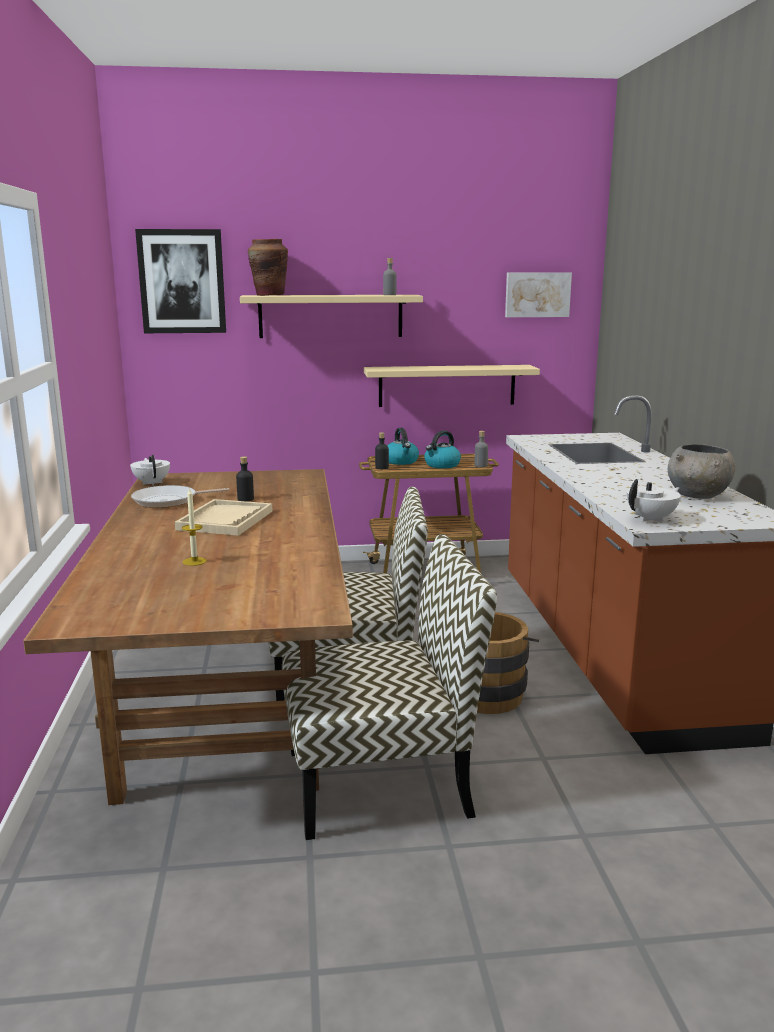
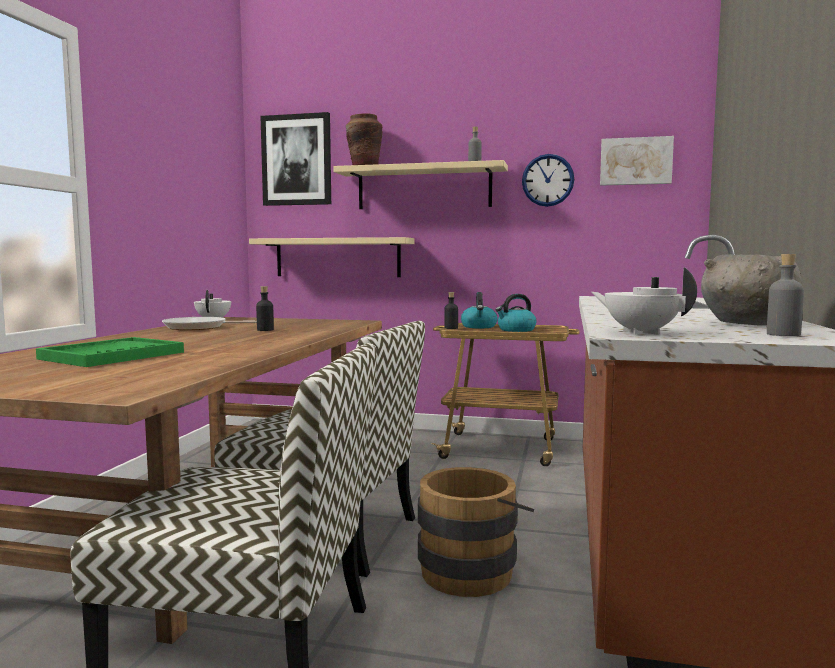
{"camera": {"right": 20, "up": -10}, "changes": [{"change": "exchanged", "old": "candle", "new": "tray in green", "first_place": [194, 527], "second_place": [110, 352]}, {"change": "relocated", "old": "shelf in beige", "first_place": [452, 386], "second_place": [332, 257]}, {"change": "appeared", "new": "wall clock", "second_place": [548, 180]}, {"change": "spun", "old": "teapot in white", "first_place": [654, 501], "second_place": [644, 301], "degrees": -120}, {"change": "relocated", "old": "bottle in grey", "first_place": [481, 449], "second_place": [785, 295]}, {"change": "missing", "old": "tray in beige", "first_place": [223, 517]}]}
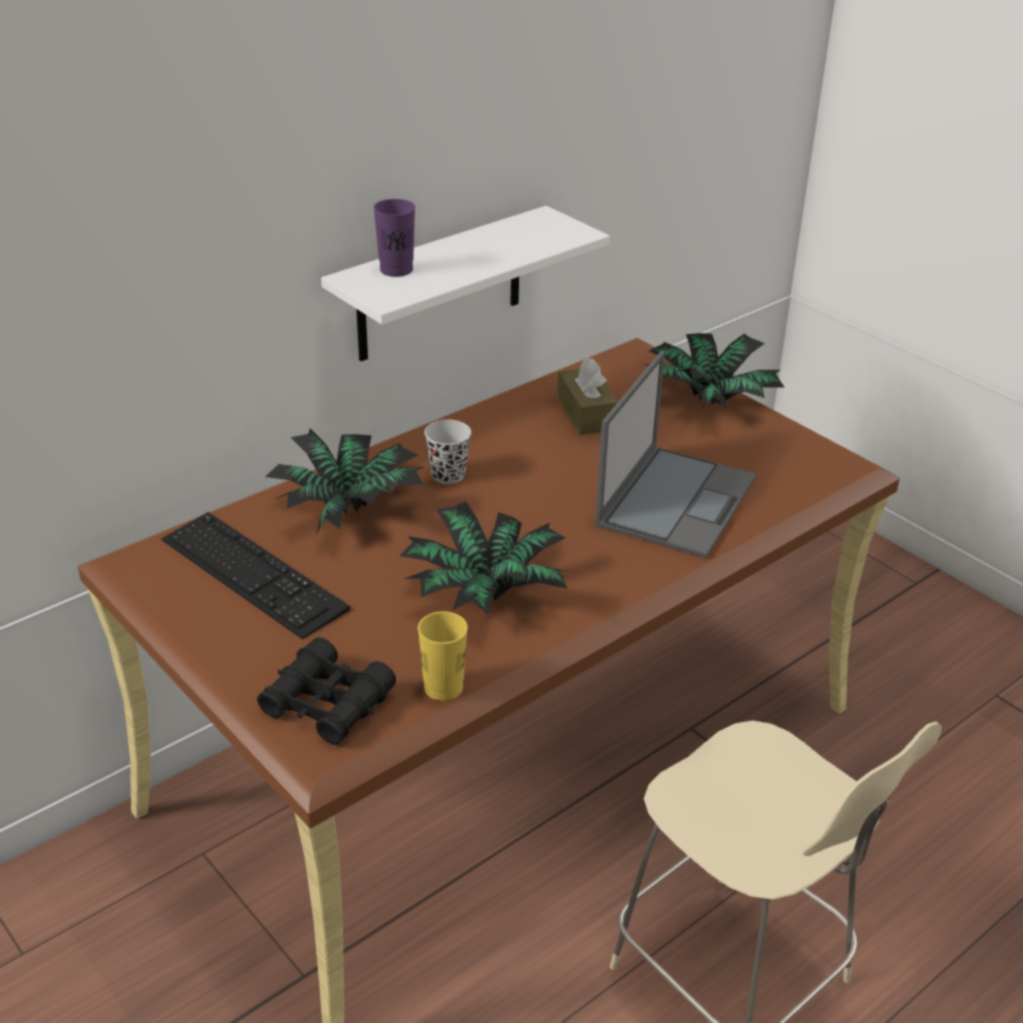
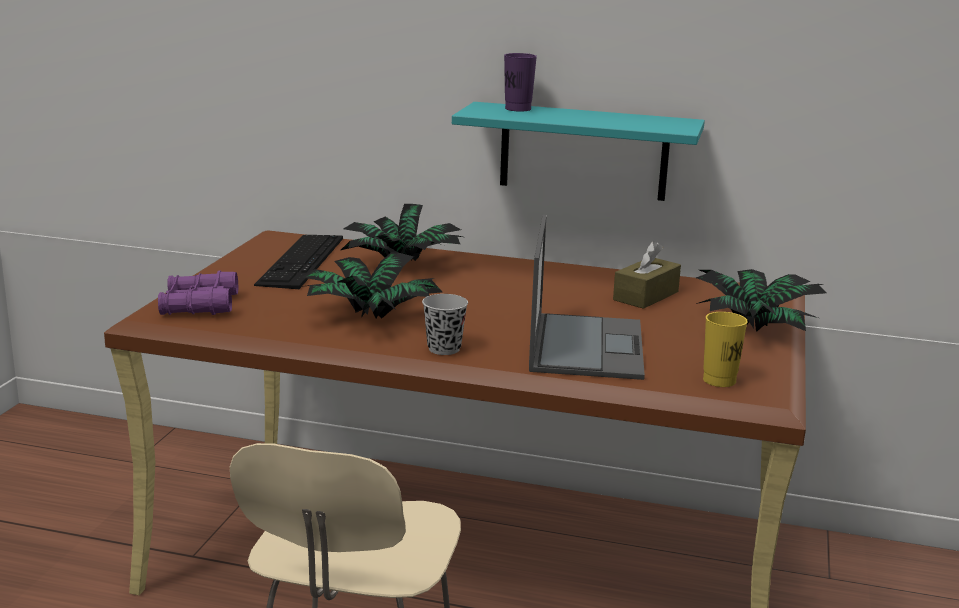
{"camera": {"right": 55, "up": -15}, "changes": [{"change": "colour", "old": "binoculars in black", "new": "binoculars in purple", "first_place": [326, 691], "second_place": [198, 293]}, {"change": "relocated", "old": "cup in black", "first_place": [447, 452], "second_place": [445, 324]}, {"change": "colour", "old": "shelf in white", "new": "shelf in turquoise", "first_place": [465, 283], "second_place": [578, 151]}, {"change": "spun", "old": "laptop", "first_place": [675, 454], "second_place": [587, 297], "degrees": -75}, {"change": "relocated", "old": "cup in yellow", "first_place": [443, 656], "second_place": [725, 349]}]}
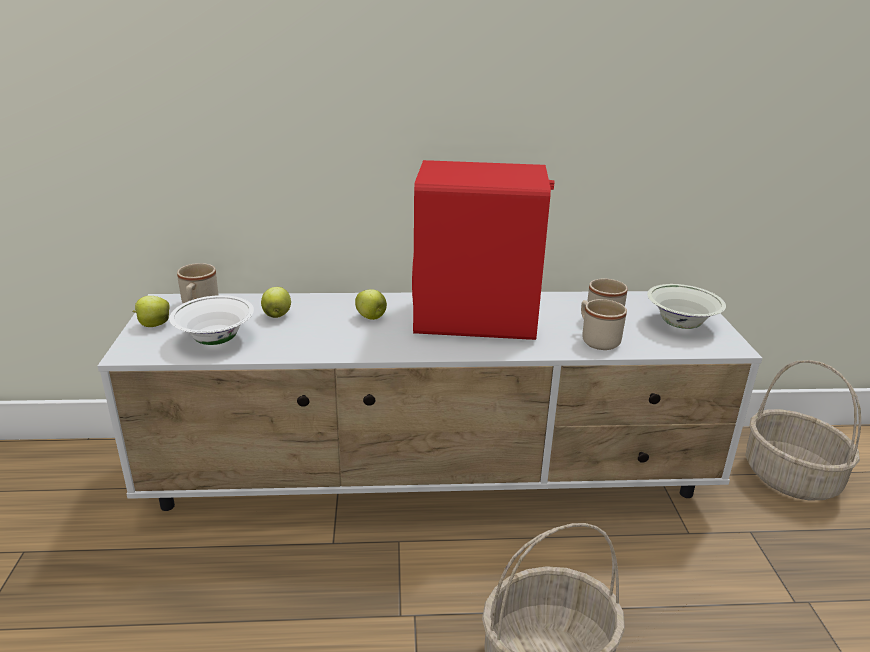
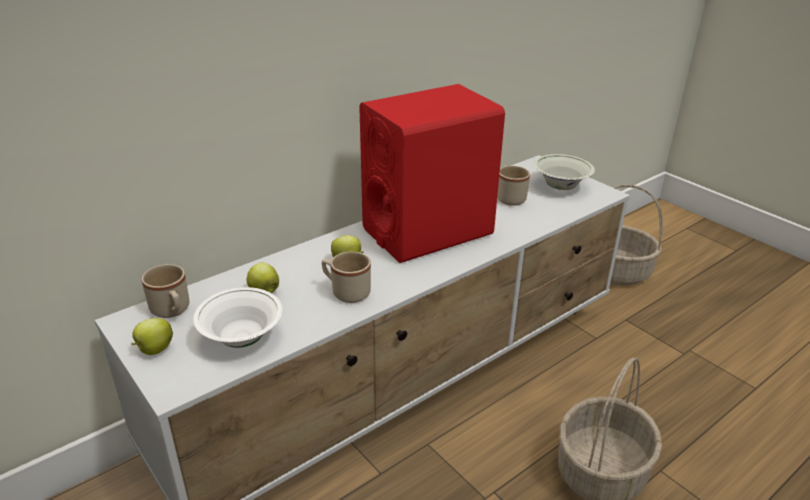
{"camera": {"right": -35, "up": 5}, "changes": [{"change": "relocated", "old": "mug in beige", "first_place": [604, 324], "second_place": [346, 277]}]}
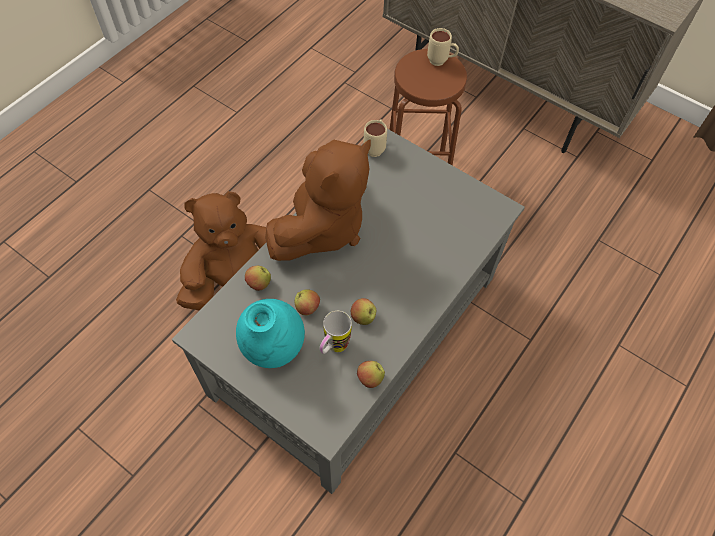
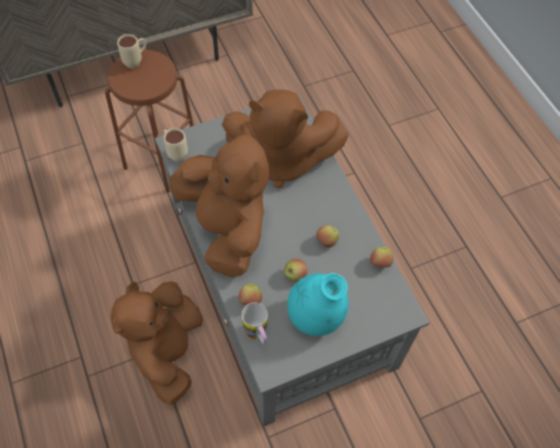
{"camera": {"right": -60, "up": 0}, "changes": [{"change": "appeared", "new": "plush toy in brown", "second_place": [285, 138]}, {"change": "relocated", "old": "mug", "first_place": [335, 332], "second_place": [255, 323]}]}
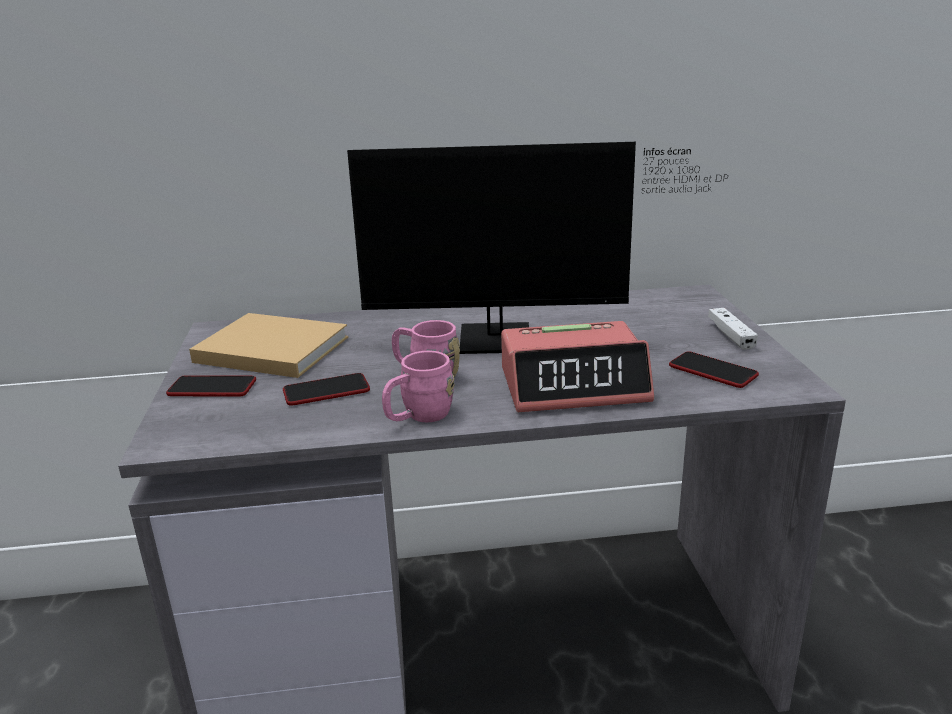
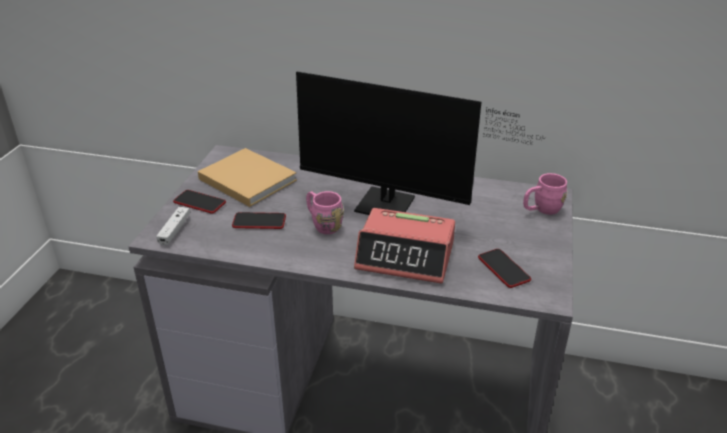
{"camera": {"right": 20, "up": 10}, "changes": [{"change": "relocated", "old": "game controller in white", "first_place": [733, 329], "second_place": [173, 226]}, {"change": "relocated", "old": "mug in pink", "first_place": [418, 386], "second_place": [545, 194]}]}
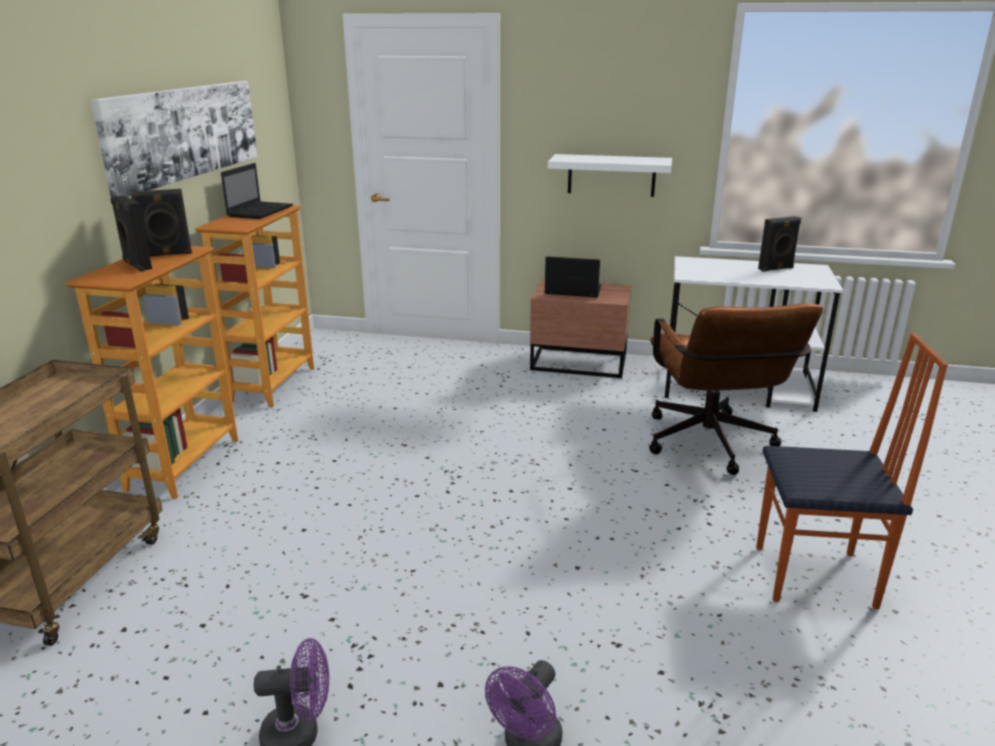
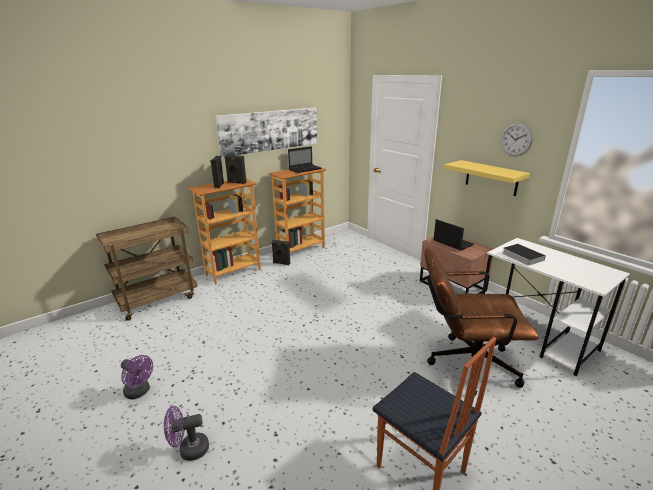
{"camera": {"right": 40, "up": 0}, "changes": [{"change": "relocated", "old": "speaker in black", "first_place": [779, 244], "second_place": [280, 252]}, {"change": "spun", "old": "office chair in brown", "first_place": [736, 389], "second_place": [482, 322], "degrees": 60}, {"change": "colour", "old": "shelf in white", "new": "shelf in yellow", "first_place": [610, 175], "second_place": [487, 178]}, {"change": "appeared", "new": "wall clock", "second_place": [516, 139]}, {"change": "appeared", "new": "book", "second_place": [524, 255]}]}
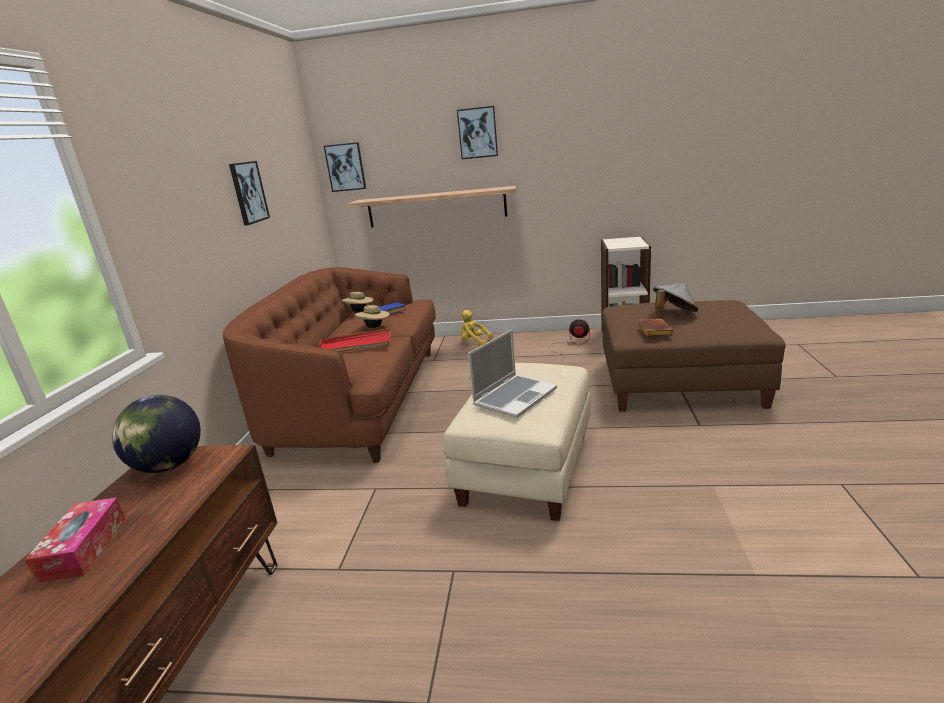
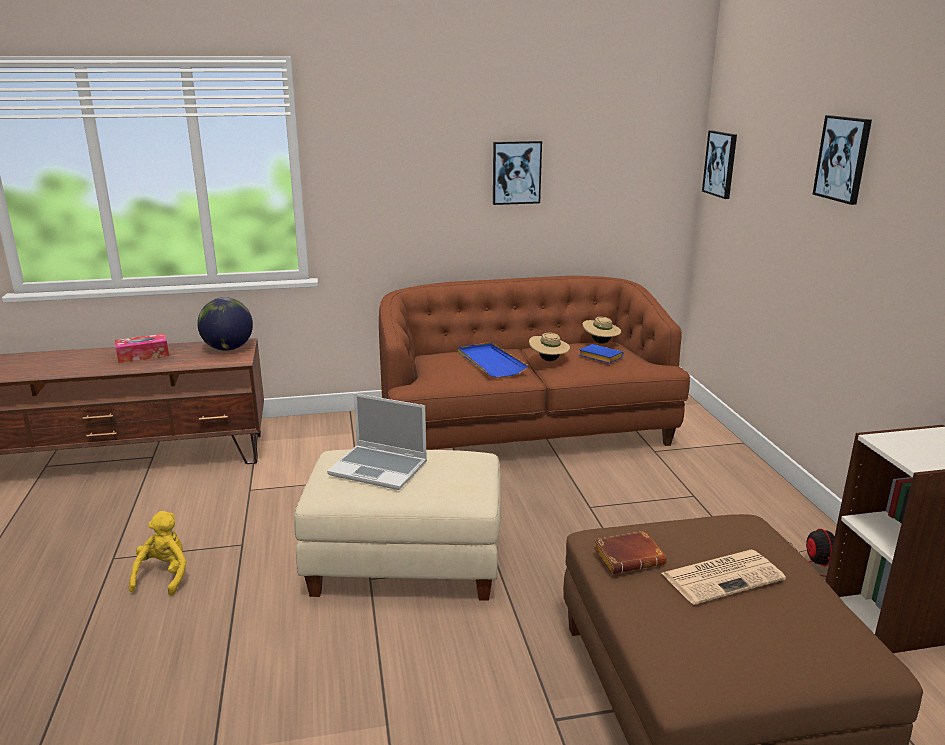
{"camera": {"right": 70, "up": 0}, "changes": [{"change": "relocated", "old": "plush toy in yellow", "first_place": [477, 328], "second_place": [158, 553]}, {"change": "colour", "old": "tray in red", "new": "tray in blue", "first_place": [354, 340], "second_place": [493, 360]}, {"change": "exchanged", "old": "hat in grey", "new": "newspaper", "first_place": [675, 297], "second_place": [724, 577]}, {"change": "missing", "old": "shelf", "first_place": [432, 207]}]}
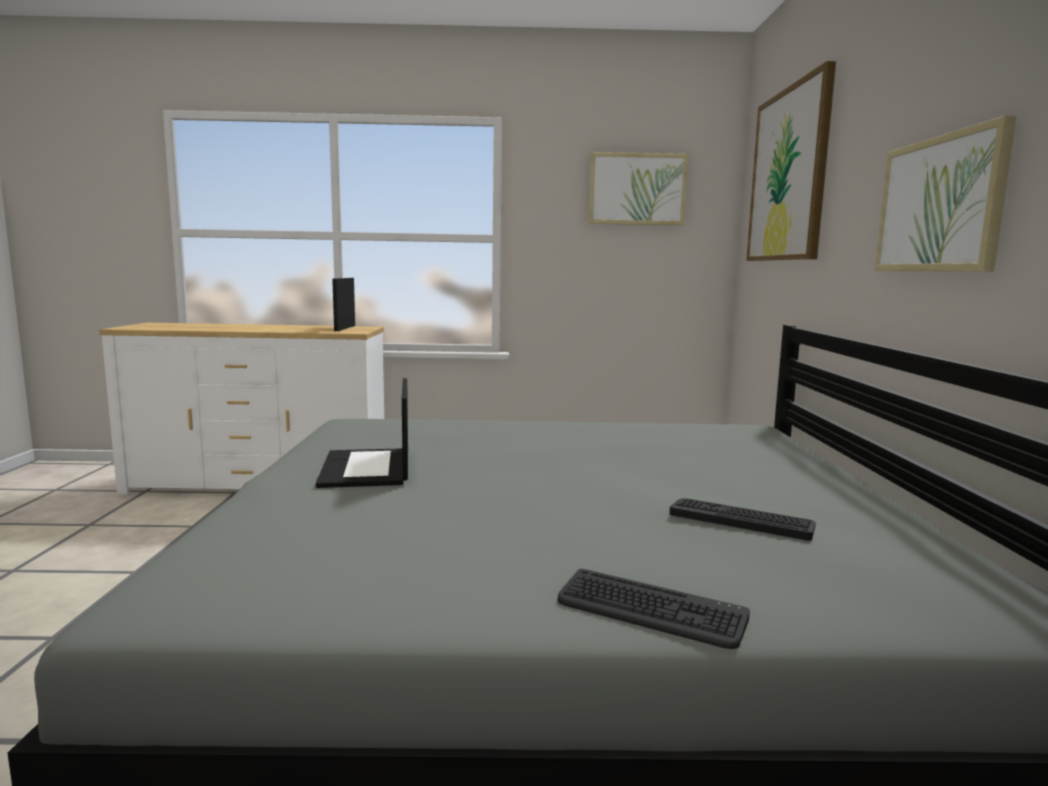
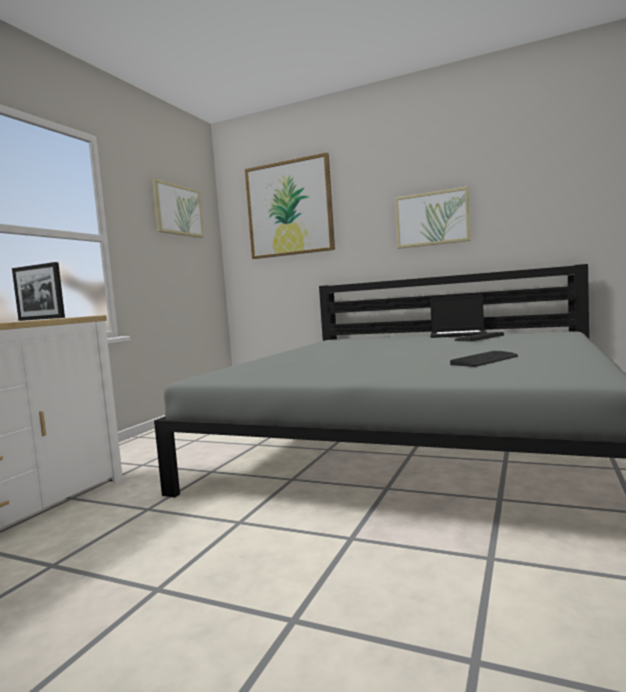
{"camera": {"right": -65, "up": -5}, "changes": [{"change": "relocated", "old": "laptop", "first_place": [362, 433], "second_place": [458, 316]}, {"change": "relocated", "old": "keyboard", "first_place": [653, 609], "second_place": [484, 359]}]}
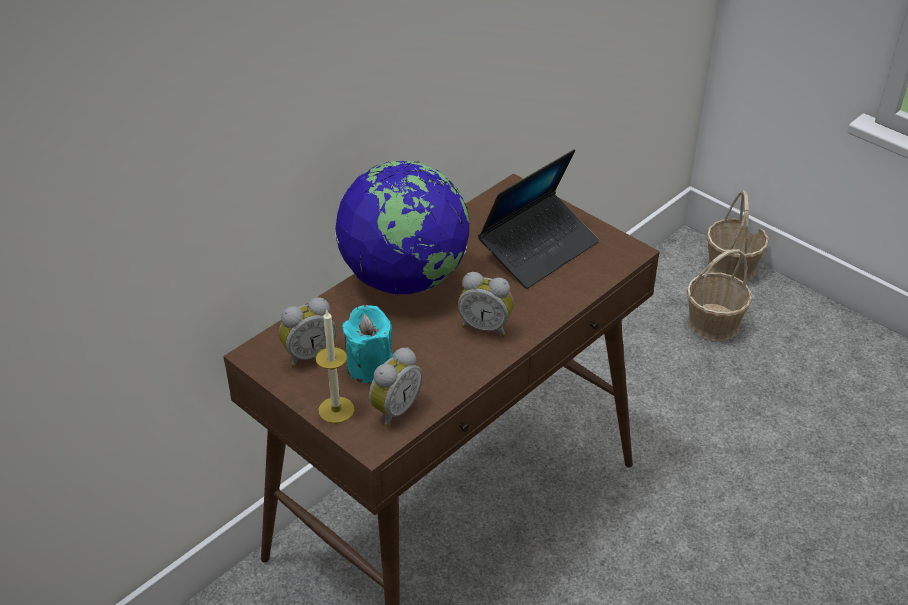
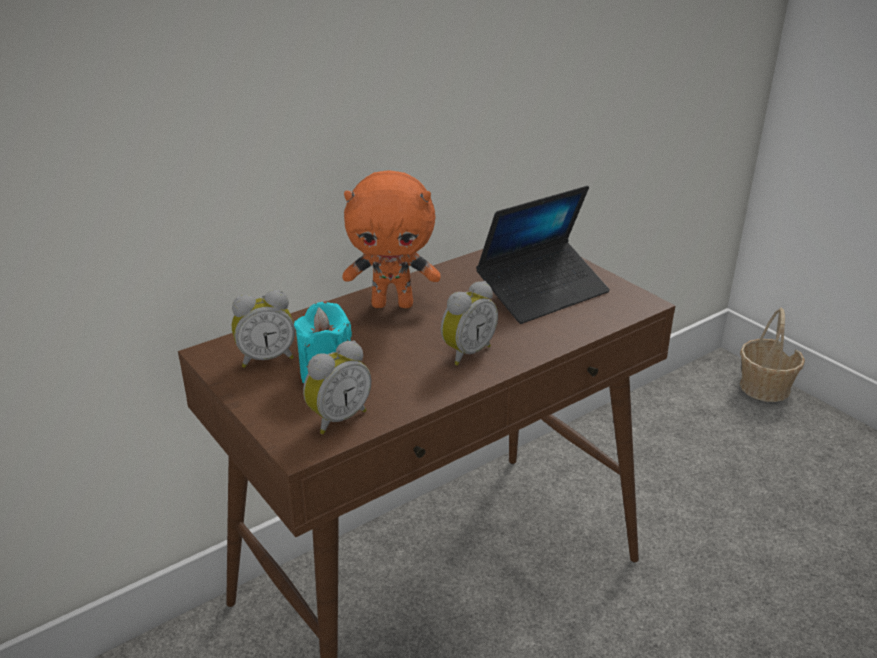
{"camera": {"right": 10, "up": -10}, "changes": [{"change": "exchanged", "old": "globe", "new": "plush toy in orange", "first_place": [402, 228], "second_place": [391, 239]}, {"change": "spun", "old": "alarm clock", "first_place": [486, 304], "second_place": [469, 323], "degrees": -75}, {"change": "missing", "old": "candle", "first_place": [335, 367]}, {"change": "missing", "old": "basket", "first_place": [719, 295]}]}
